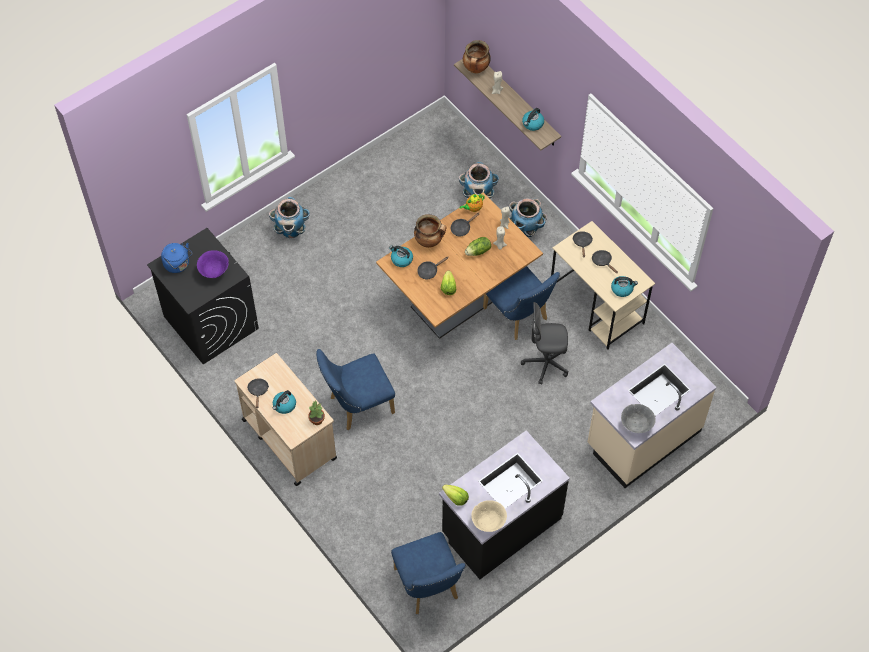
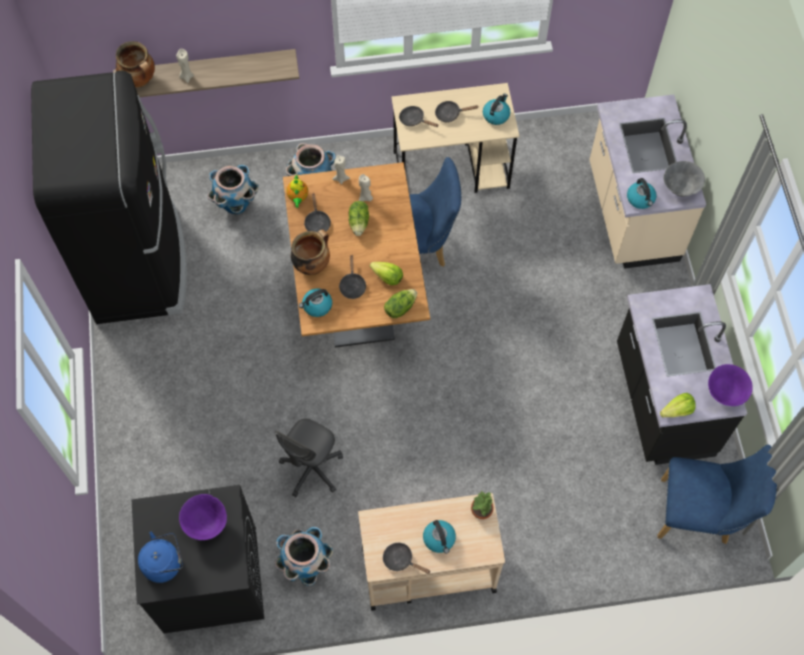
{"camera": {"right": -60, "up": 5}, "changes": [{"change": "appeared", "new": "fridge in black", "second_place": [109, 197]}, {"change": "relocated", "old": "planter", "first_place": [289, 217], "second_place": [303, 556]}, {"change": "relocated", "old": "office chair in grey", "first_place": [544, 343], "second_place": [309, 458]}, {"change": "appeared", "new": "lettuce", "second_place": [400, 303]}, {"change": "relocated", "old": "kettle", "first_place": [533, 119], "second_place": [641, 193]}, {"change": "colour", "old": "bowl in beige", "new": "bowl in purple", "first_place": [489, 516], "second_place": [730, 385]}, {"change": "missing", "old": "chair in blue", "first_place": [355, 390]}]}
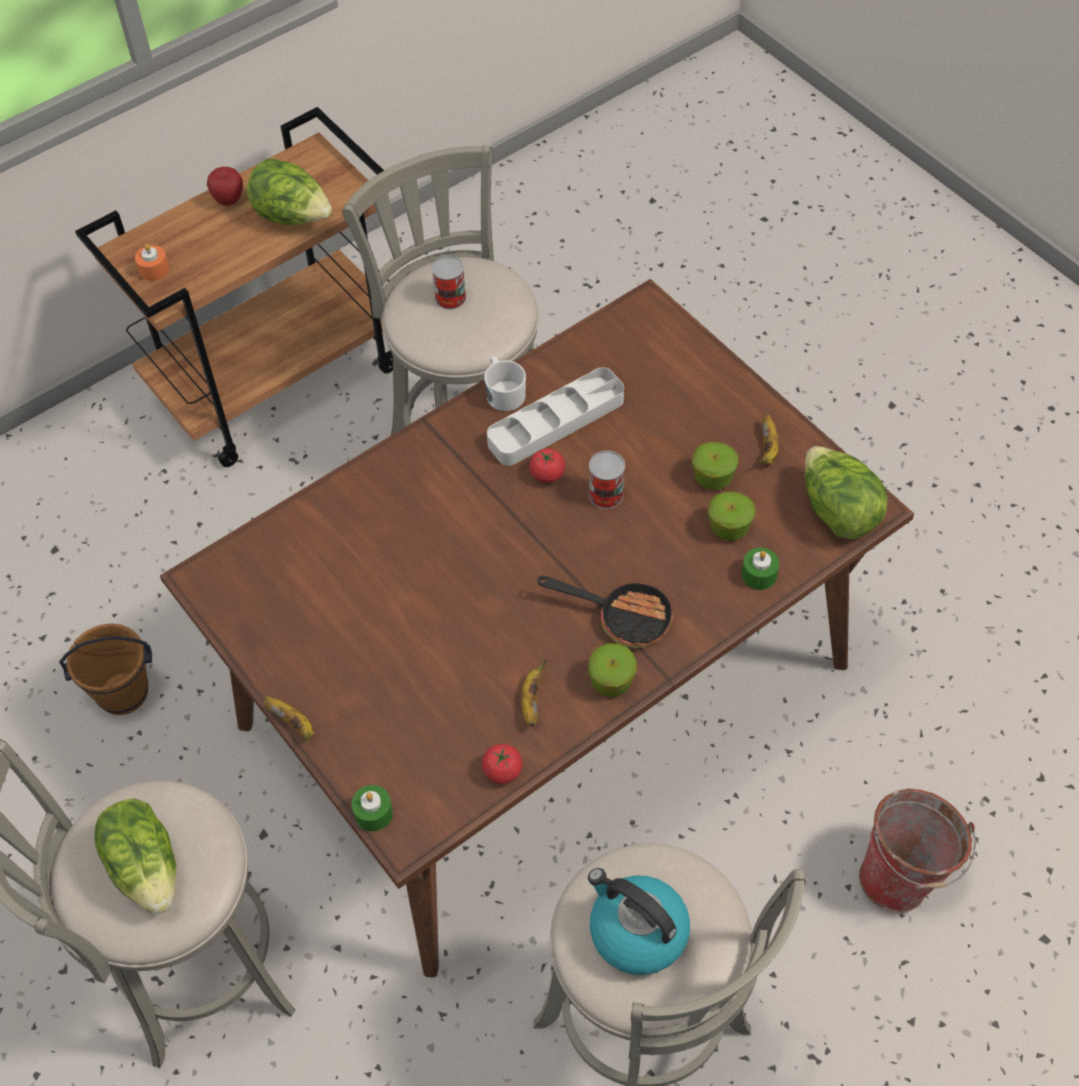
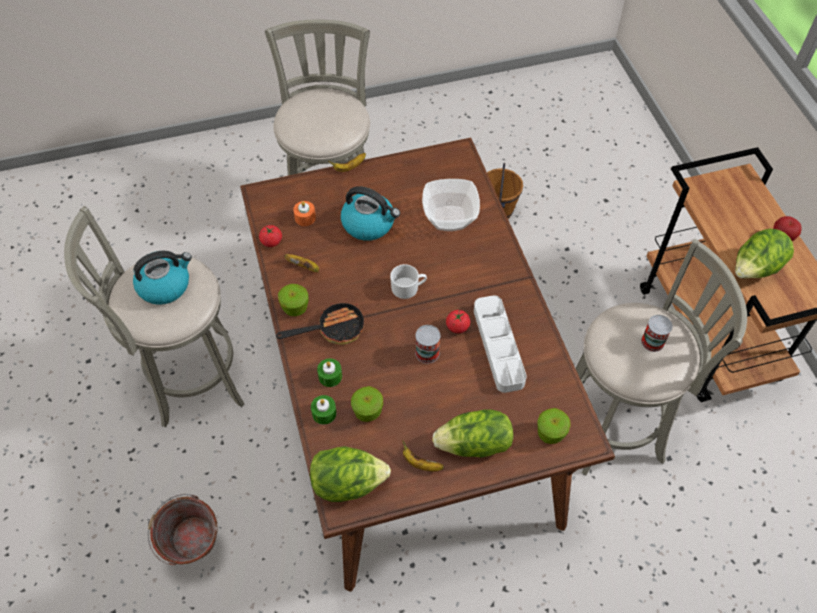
{"camera": {"right": 110, "up": 0}, "changes": [{"change": "spun", "old": "frying pan", "first_place": [605, 612], "second_place": [320, 322], "degrees": -150}, {"change": "relocated", "old": "candle in orange", "first_place": [152, 262], "second_place": [304, 213]}, {"change": "relocated", "old": "candle in green", "first_place": [372, 808], "second_place": [329, 372]}, {"change": "appeared", "new": "kettle", "second_place": [370, 213]}, {"change": "relocated", "old": "mug in white", "first_place": [505, 383], "second_place": [408, 281]}, {"change": "appeared", "new": "bowl", "second_place": [451, 205]}, {"change": "relocated", "old": "lettuce", "first_place": [135, 856], "second_place": [473, 433]}, {"change": "relocated", "old": "apple", "first_place": [715, 466], "second_place": [554, 426]}]}
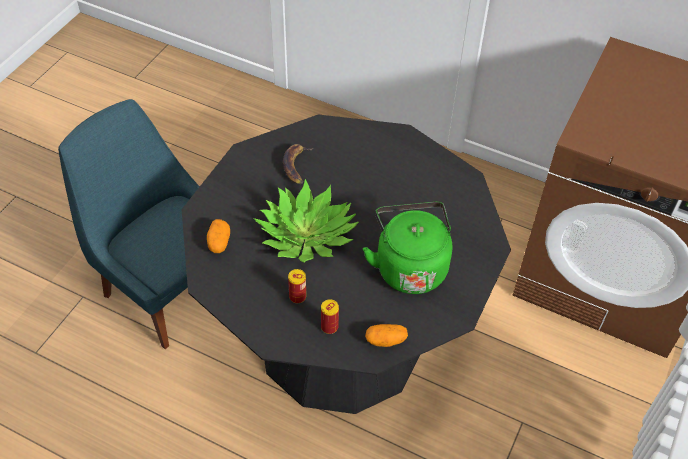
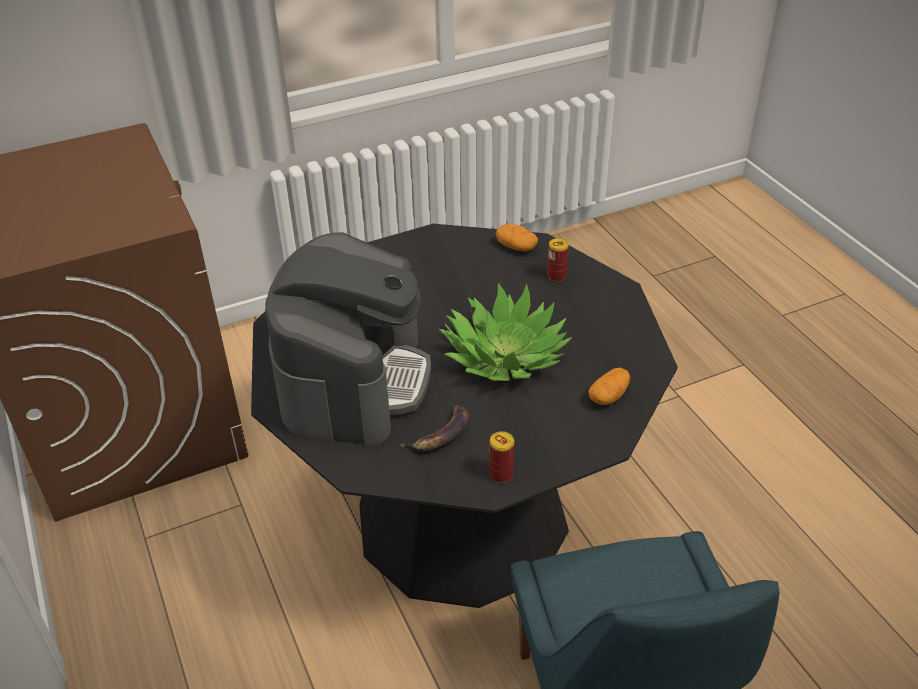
{"camera": {"right": -140, "up": -10}, "changes": [{"change": "appeared", "new": "coffee machine", "second_place": [348, 339]}, {"change": "relocated", "old": "can", "first_place": [297, 286], "second_place": [501, 457]}, {"change": "missing", "old": "kettle in green", "first_place": [408, 248]}]}
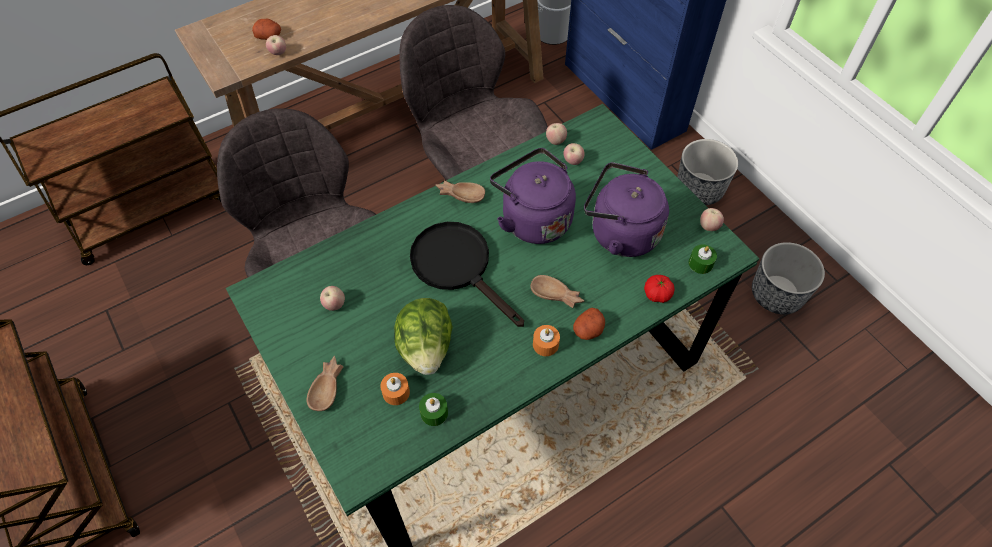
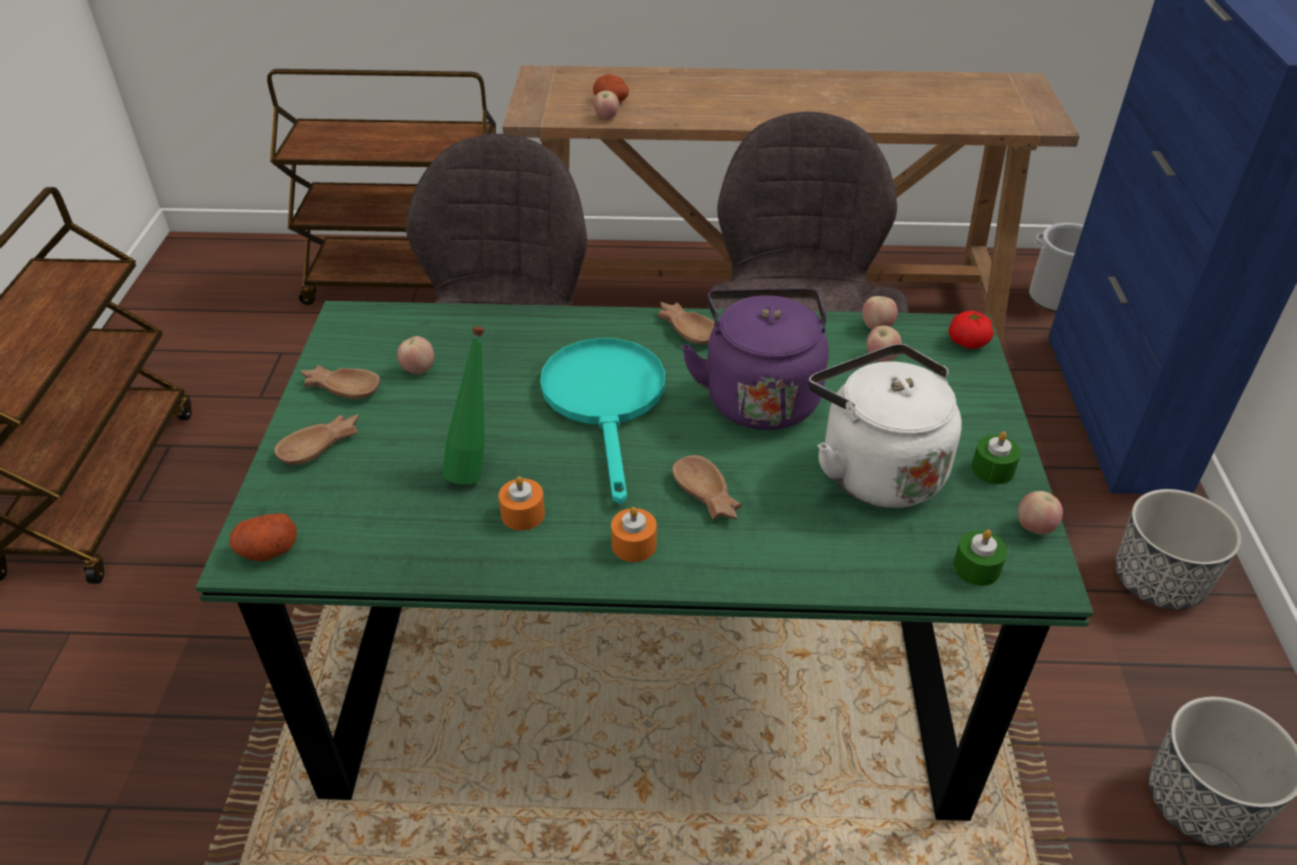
{"camera": {"right": 35, "up": -15}, "changes": [{"change": "relocated", "old": "potato", "first_place": [589, 324], "second_place": [263, 537]}, {"change": "appeared", "new": "bowl in brown", "second_place": [340, 382]}, {"change": "exchanged", "old": "lettuce", "new": "bottle in green", "first_place": [423, 336], "second_place": [464, 405]}, {"change": "relocated", "old": "candle in orange", "first_place": [395, 389], "second_place": [521, 503]}, {"change": "colour", "old": "frying pan in black", "new": "frying pan in turquoise", "first_place": [467, 274], "second_place": [602, 421]}, {"change": "colour", "old": "kettle in purple", "new": "kettle in white", "first_place": [626, 209], "second_place": [885, 426]}, {"change": "relocated", "old": "tomato", "first_place": [659, 289], "second_place": [971, 330]}, {"change": "relocated", "old": "candle in green", "first_place": [433, 409], "second_place": [996, 457]}]}
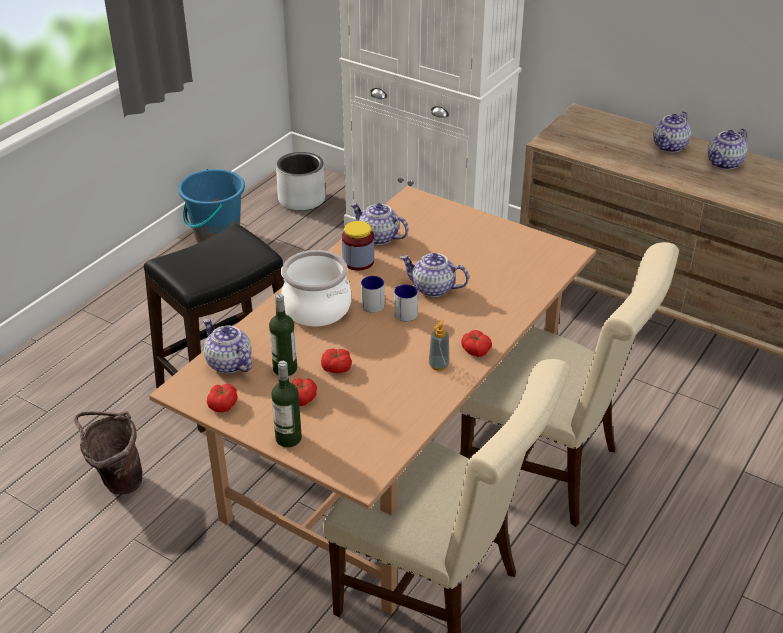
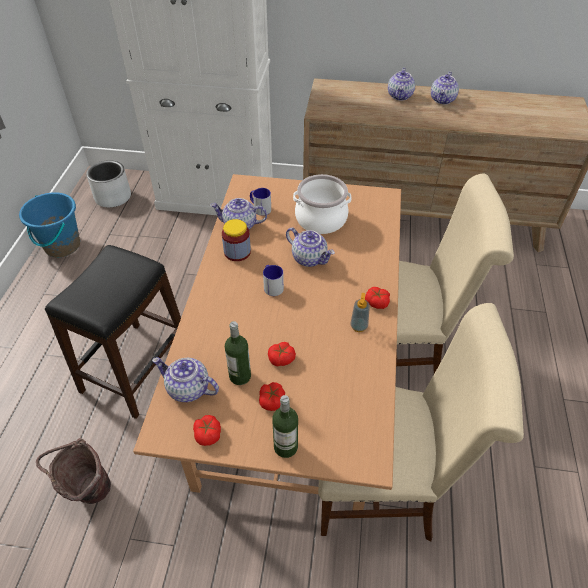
{"camera": {"right": -25, "up": 10}, "changes": [{"change": "relocated", "old": "mug", "first_place": [406, 302], "second_place": [260, 202]}, {"change": "spun", "old": "teapot", "first_place": [434, 275], "second_place": [310, 247], "degrees": -135}, {"change": "relocated", "old": "cooking pot", "first_place": [316, 288], "second_place": [322, 204]}]}
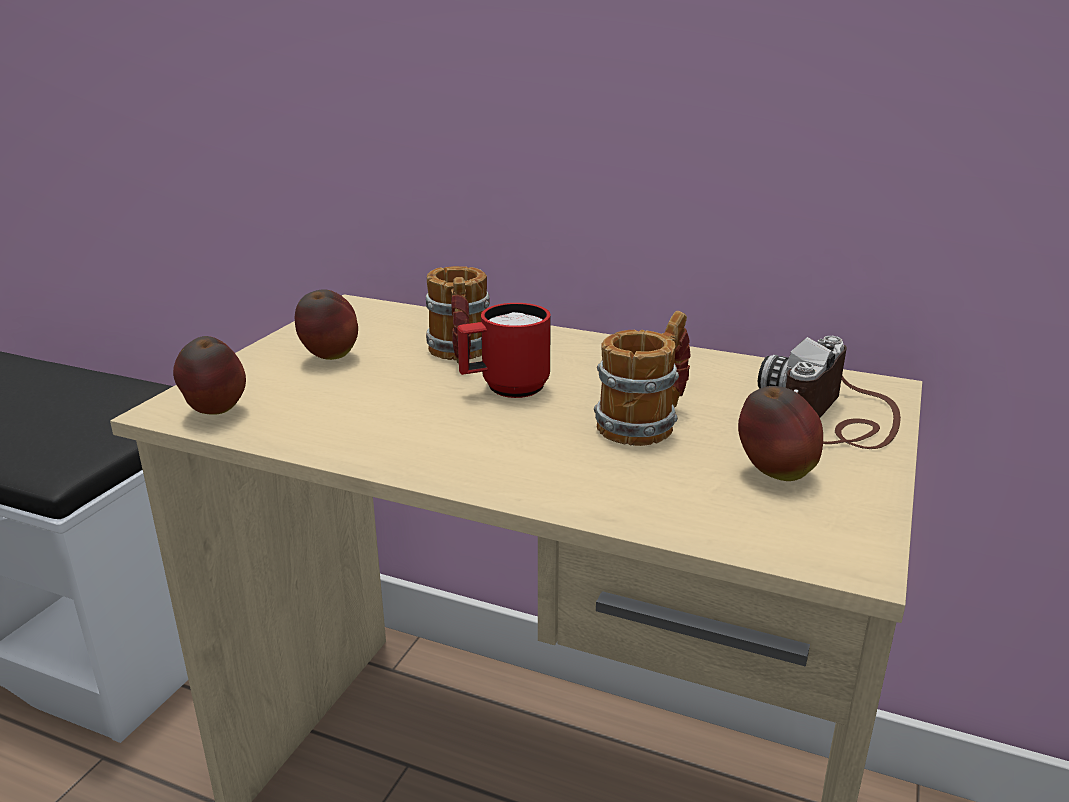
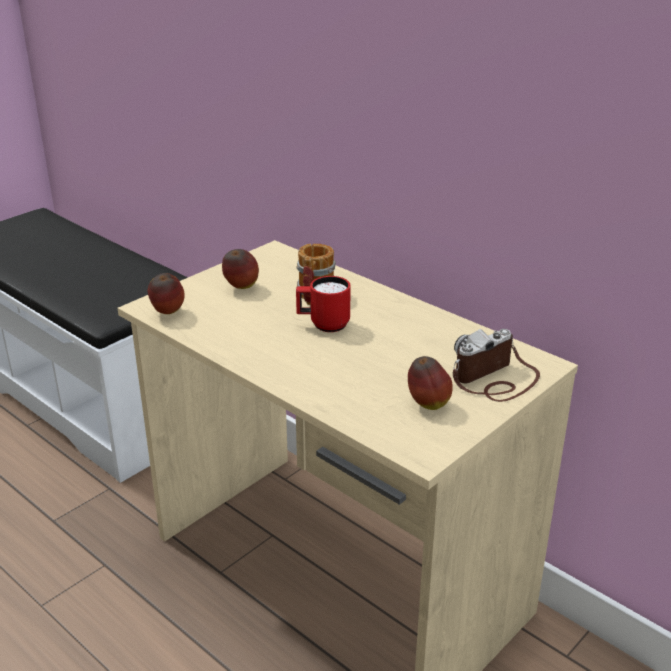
{"camera": {"right": 20, "up": 5}, "changes": [{"change": "missing", "old": "mug", "first_place": [642, 378]}]}
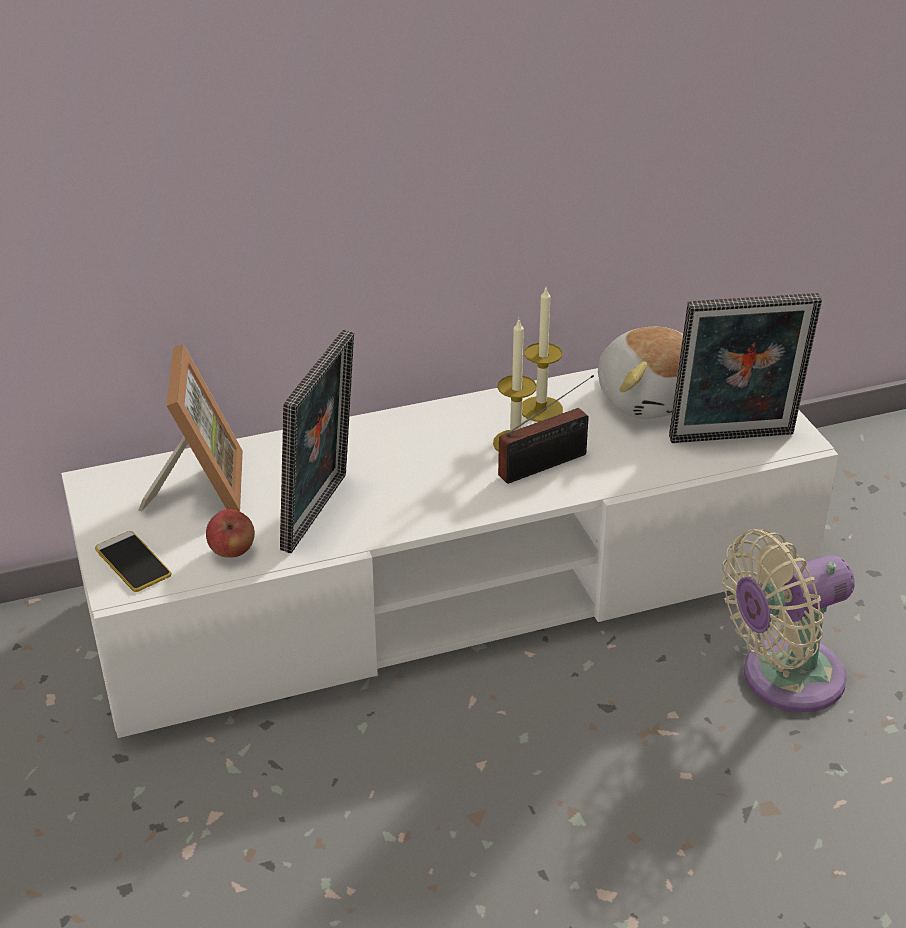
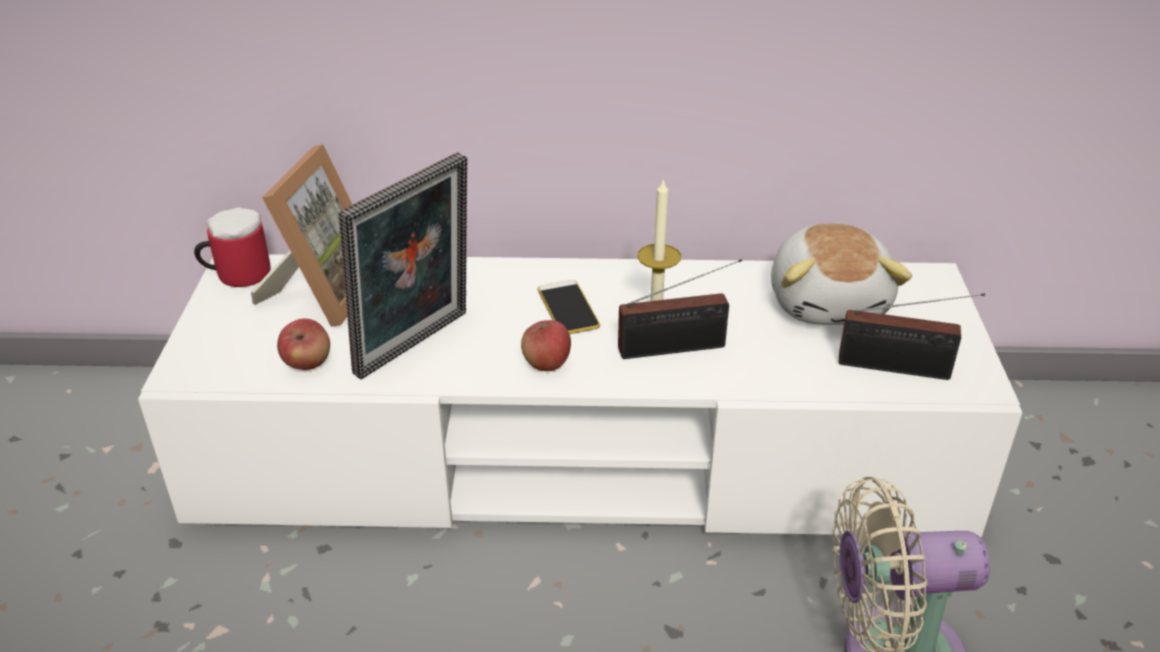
{"camera": {"right": 20, "up": 0}, "changes": [{"change": "appeared", "new": "mug", "second_place": [232, 247]}, {"change": "appeared", "new": "apple", "second_place": [546, 345]}, {"change": "relocated", "old": "phone", "first_place": [133, 561], "second_place": [568, 307]}, {"change": "exchanged", "old": "picture frame", "new": "radio", "first_place": [745, 368], "second_place": [911, 336]}, {"change": "missing", "old": "candle", "first_place": [542, 355]}]}
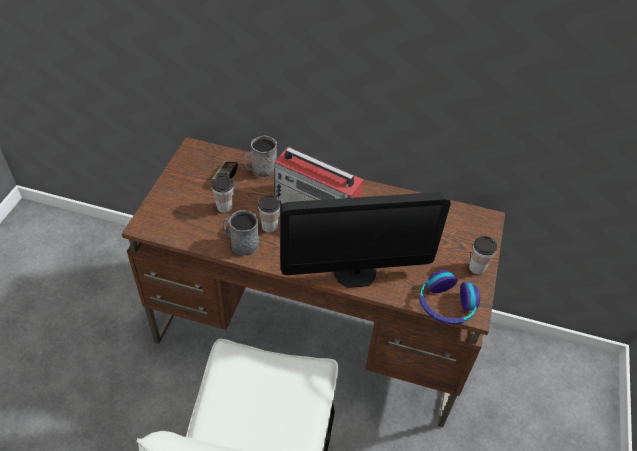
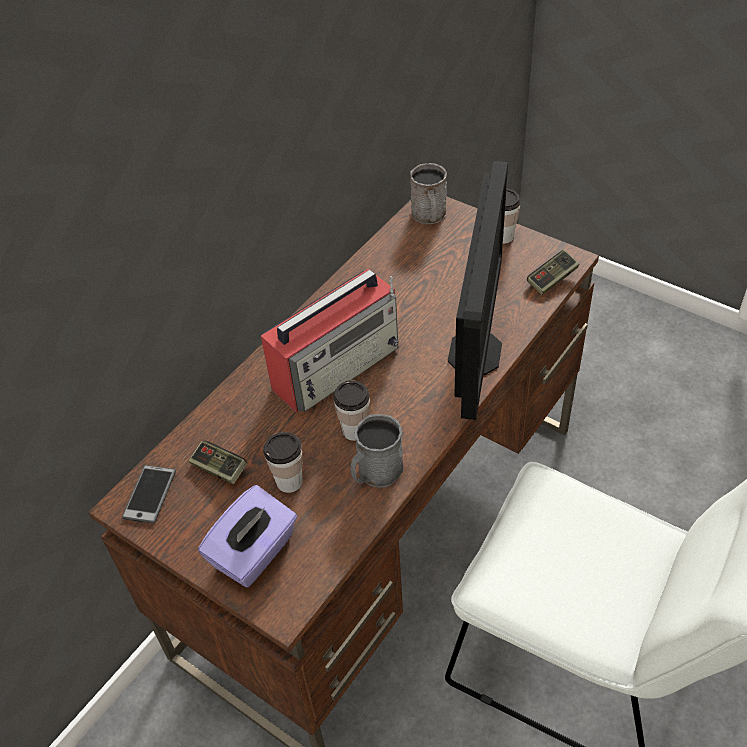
{"camera": {"right": -65, "up": 0}, "changes": [{"change": "appeared", "new": "phone", "second_place": [149, 494]}, {"change": "appeared", "new": "tissue box in purple", "second_place": [247, 536]}, {"change": "relocated", "old": "mug in grey", "first_place": [260, 156], "second_place": [428, 193]}, {"change": "exchanged", "old": "headphones", "new": "game controller", "first_place": [449, 297], "second_place": [553, 272]}]}
